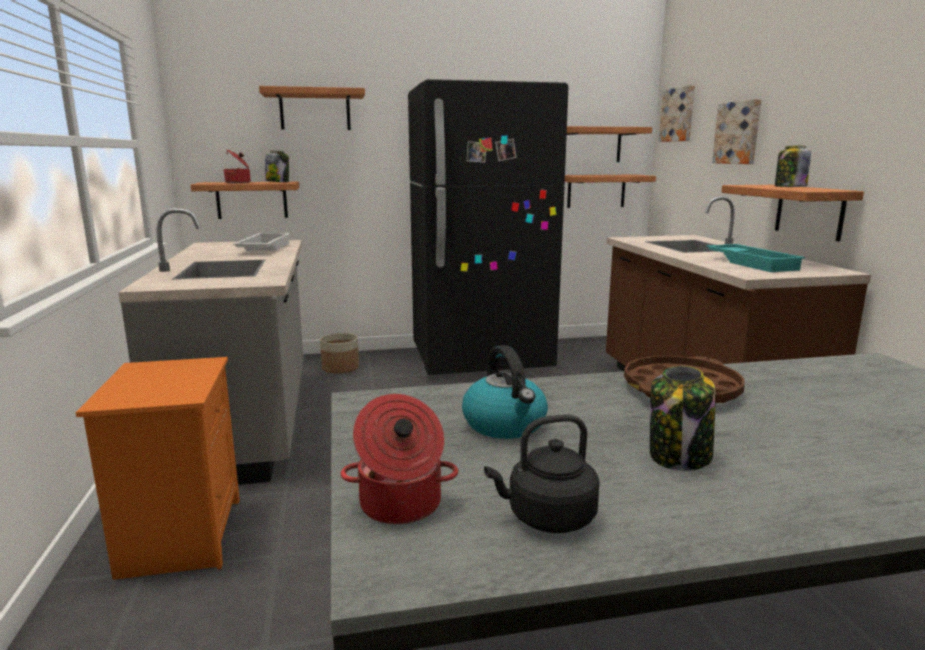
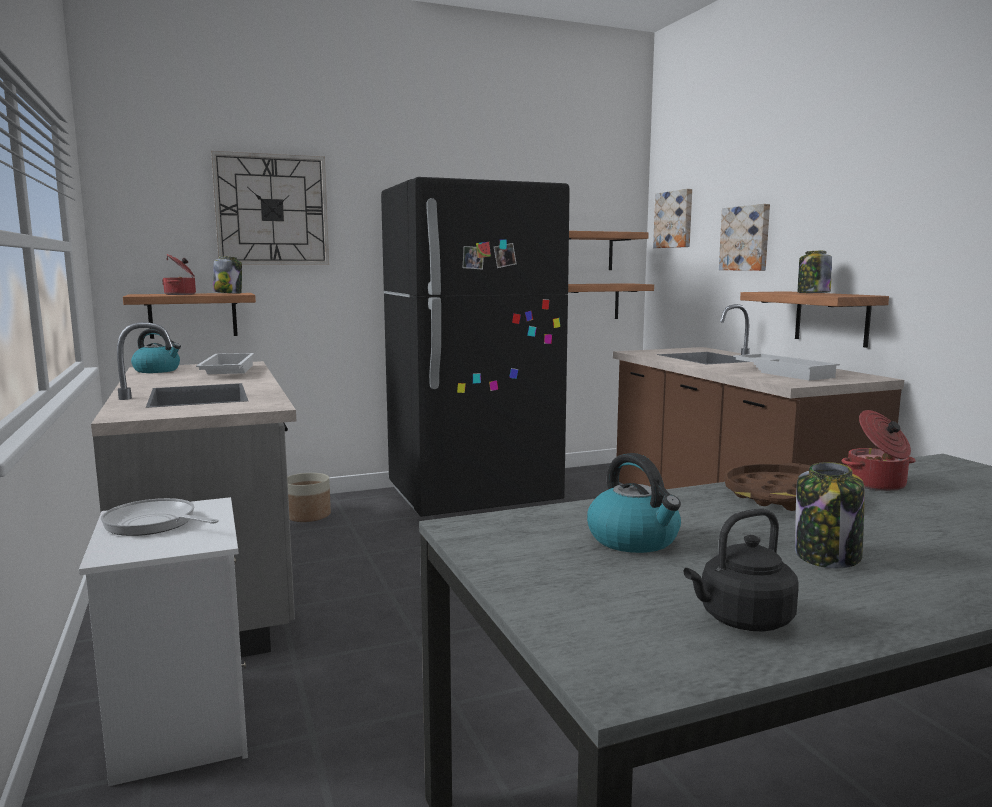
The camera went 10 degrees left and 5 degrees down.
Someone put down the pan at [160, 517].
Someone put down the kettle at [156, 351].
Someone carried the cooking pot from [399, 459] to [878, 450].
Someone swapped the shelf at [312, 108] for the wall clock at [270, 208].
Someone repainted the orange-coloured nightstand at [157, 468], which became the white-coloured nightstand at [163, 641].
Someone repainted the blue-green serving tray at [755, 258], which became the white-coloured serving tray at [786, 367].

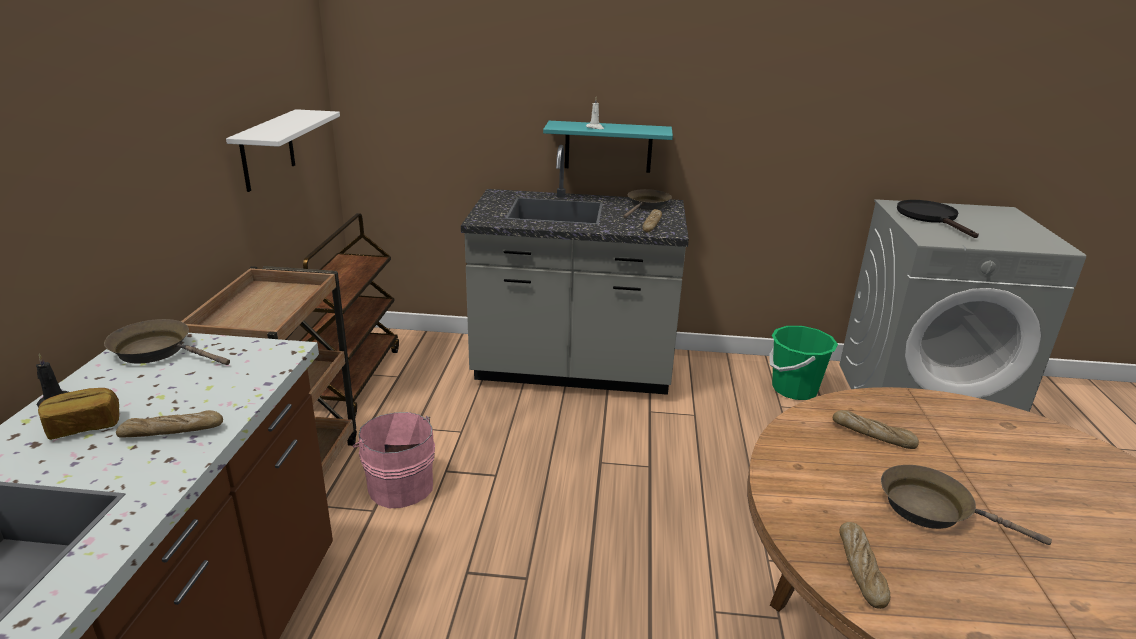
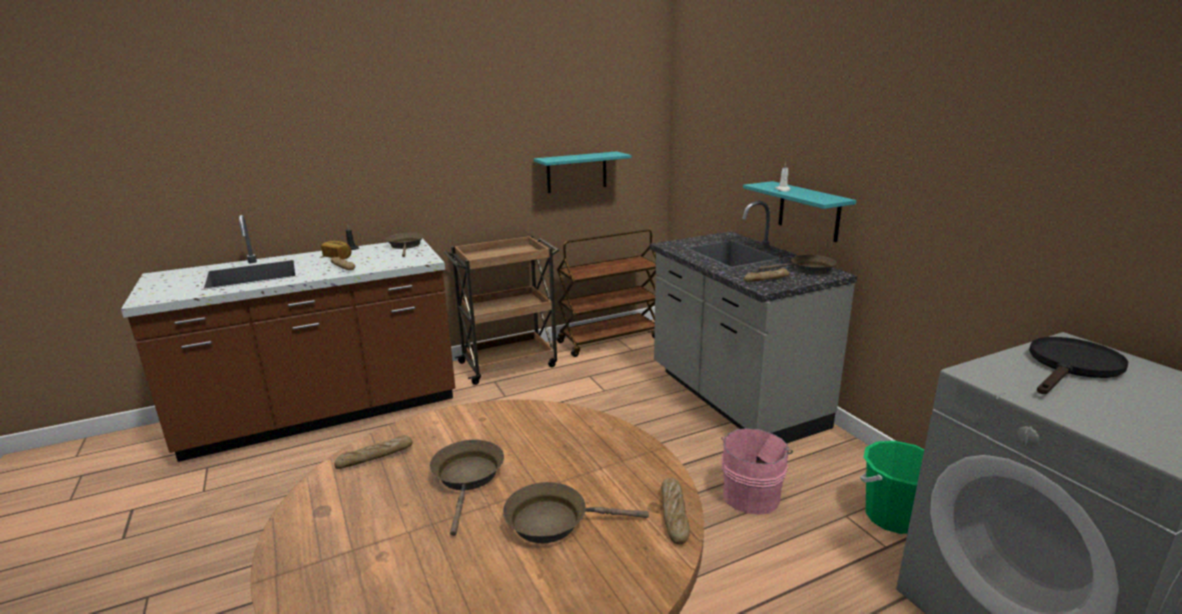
The camera went 60 degrees right and 5 degrees down.
Someone put down the brown-coloured pan at [576, 512].
Someone carried the pinkish water bucket from [393, 460] to [757, 471].
Someone carried the bakery bread from [876, 429] to [675, 511].
Someone repainted the white-coloured shelf at [283, 150], which became the blue-green shelf at [582, 172].

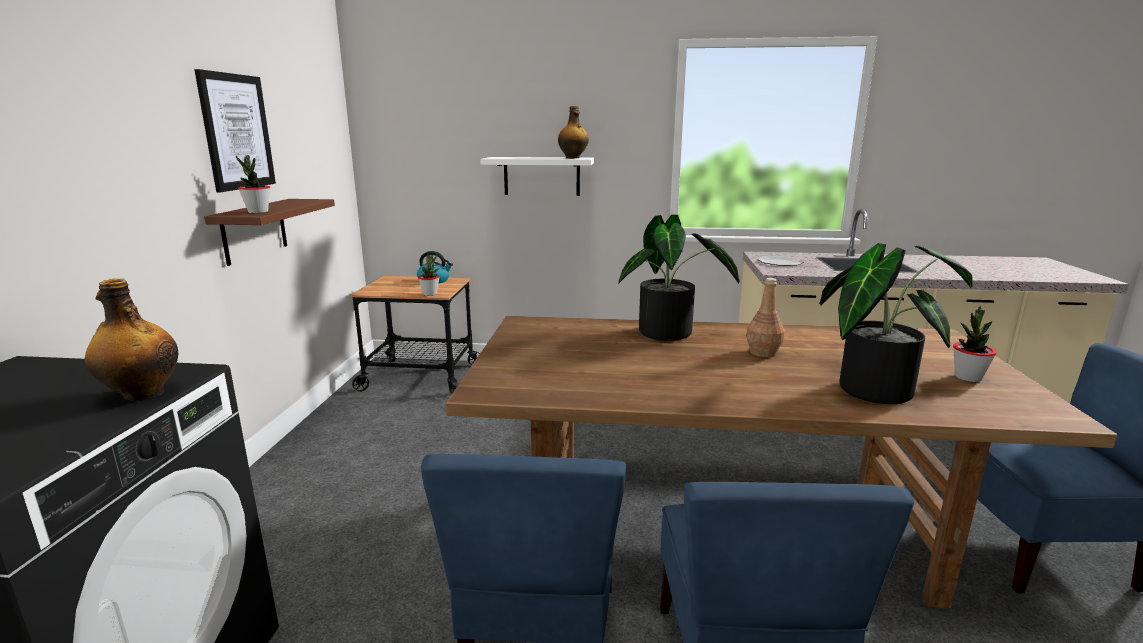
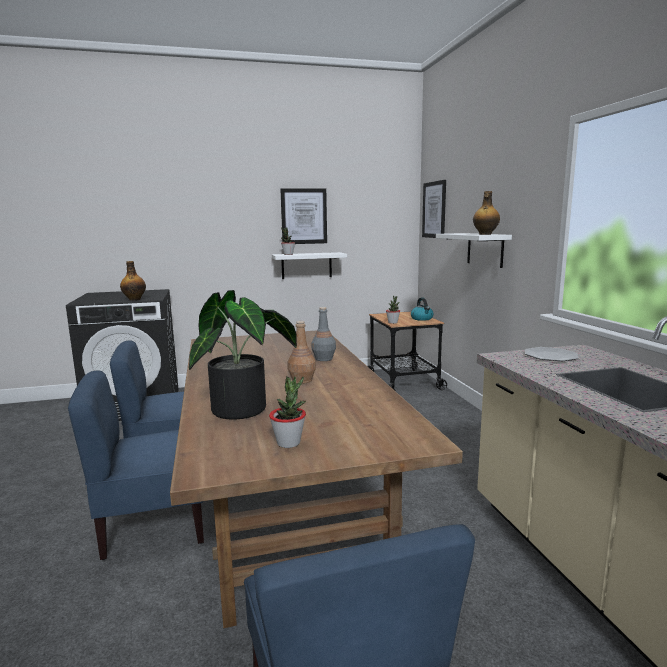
The camera went 70 degrees right and 5 degrees down.
Someone put up the wall art at [434, 209].
Someone swapped the houseplant at [679, 277] for the greyish drink bottle at [323, 334].
Someone repainted the brown-coloured shelf at [269, 232], which became the white-coloured shelf at [309, 265].

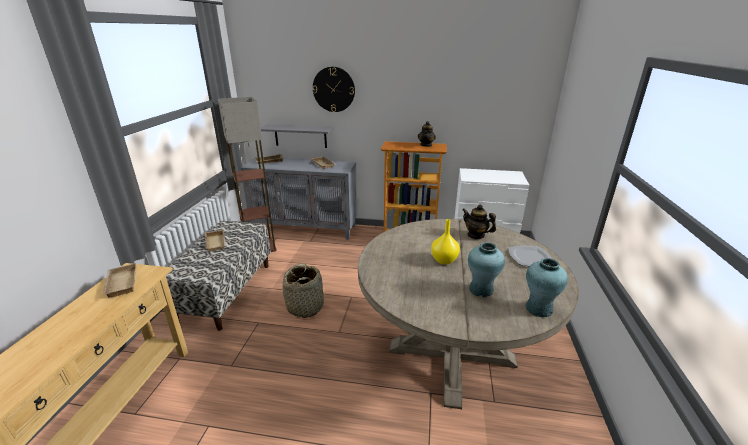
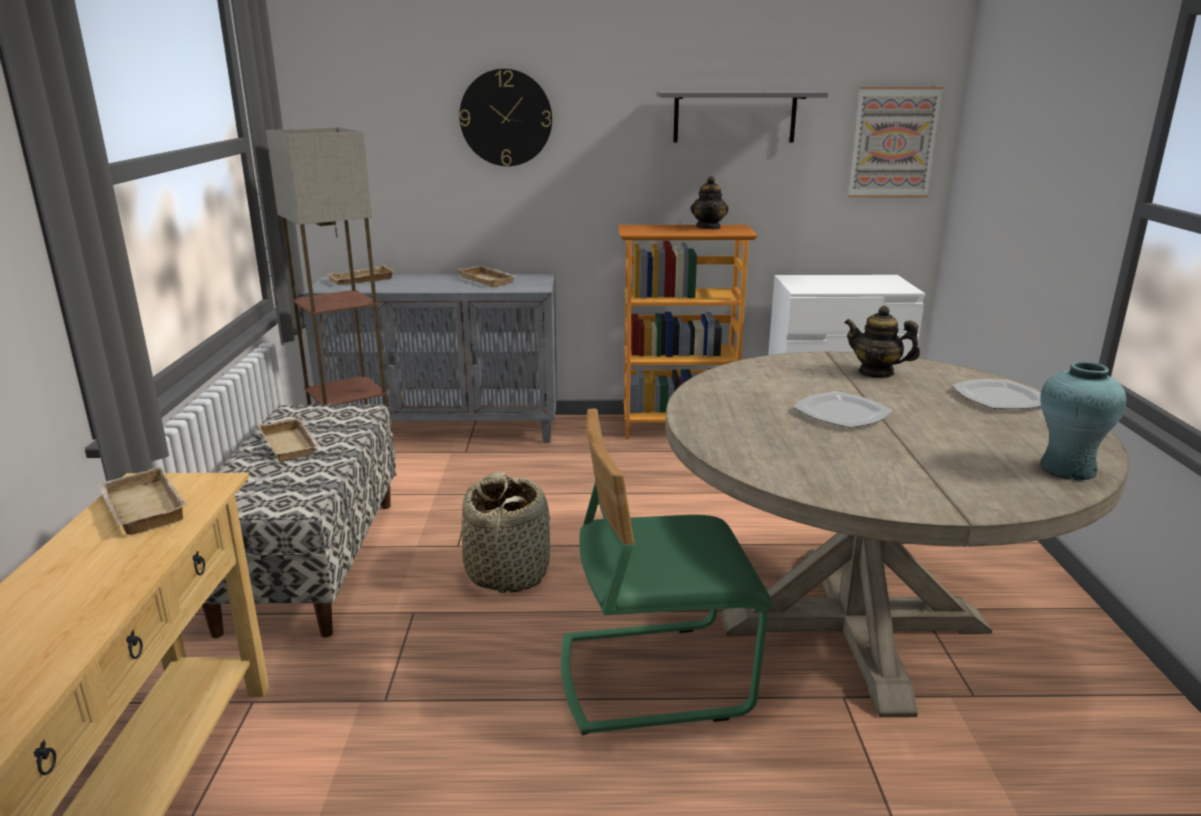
The camera went 10 degrees left and 5 degrees down.
Someone took away the blue-green vase at [486, 269].
Someone put down the green-coloured chair at [666, 571].
Someone put up the wall art at [895, 142].
Someone carried the greyish shelf from [297, 136] to [742, 117].
Someone swapped the yellow vase at [445, 242] for the plate at [842, 409].

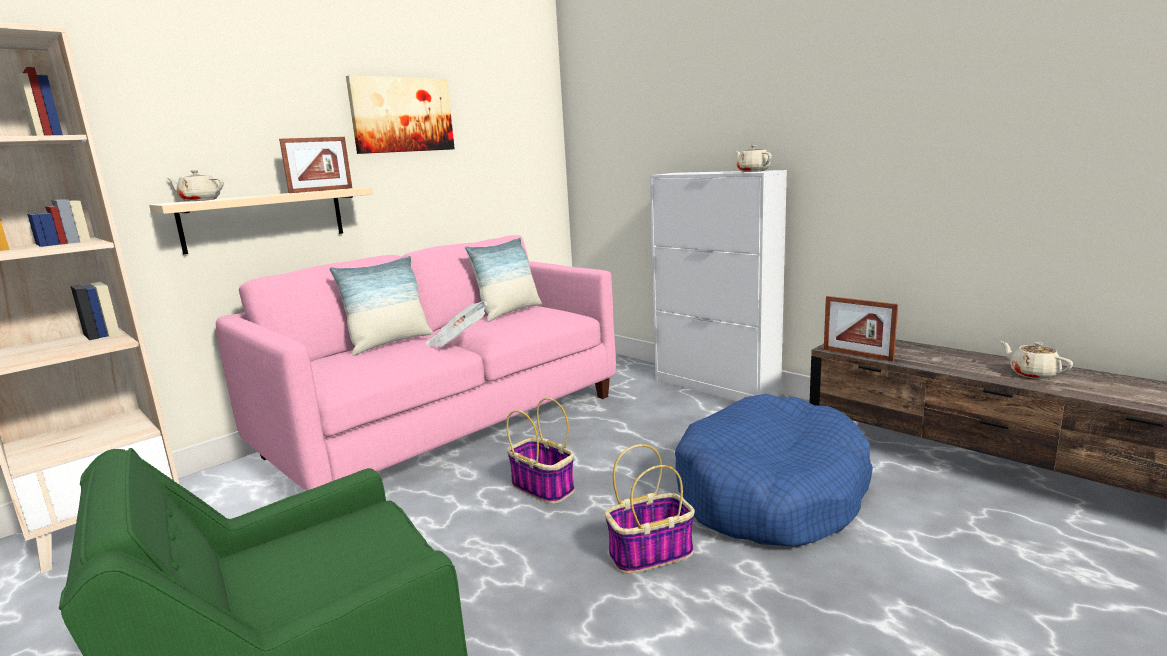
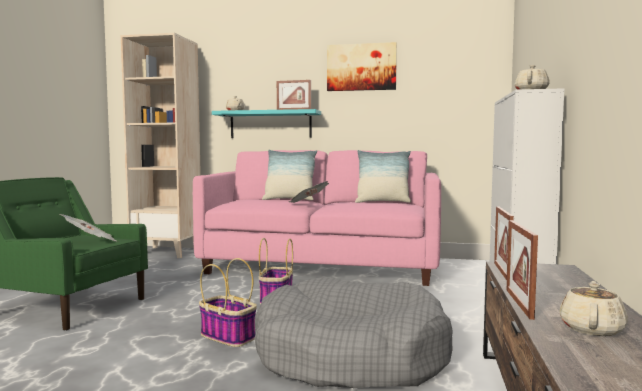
The camera went 55 degrees right and 10 degrees down.
Someone put down the newspaper at [89, 228].
Someone put down the picture frame at [522, 270].
Someone repainted the beige-coloured shelf at [261, 221], which became the blue-green shelf at [266, 123].
Someone repainted the blue-coloured dog cushion at [774, 470], which became the greyish dog cushion at [353, 332].

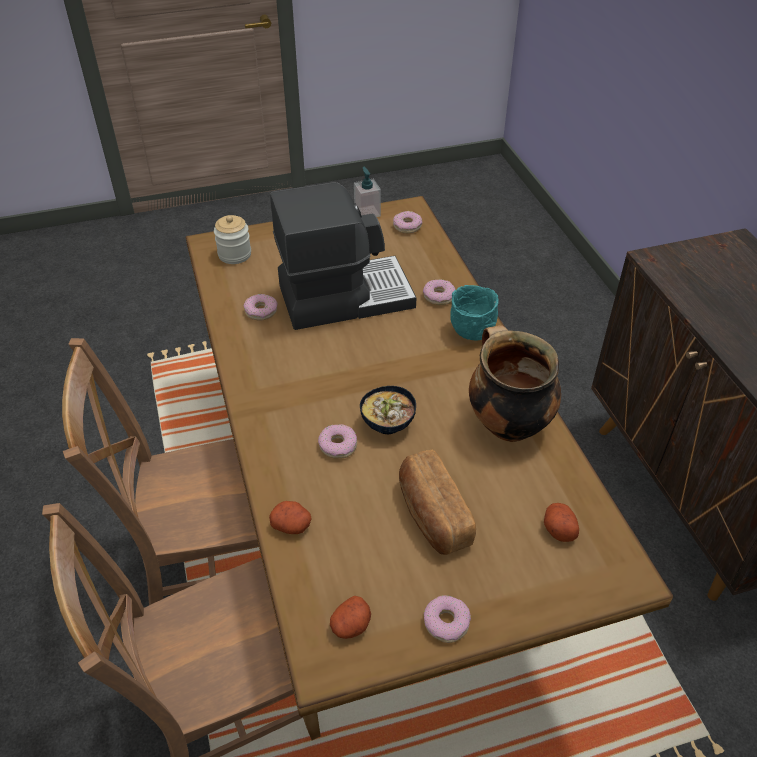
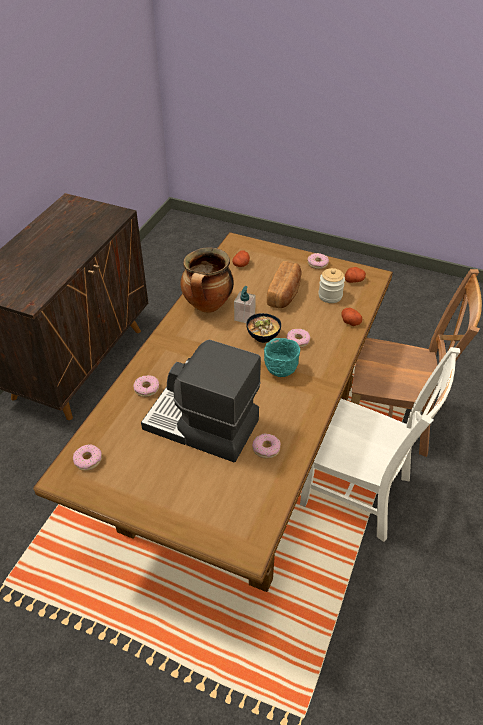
The camera went 140 degrees left and 0 degrees up.
Someone carried the storage jar from [232, 239] to [331, 285].
Someone carried the soap bottle from [367, 192] to [245, 304].
Someone carried the blue-green deep dish from [474, 312] to [282, 357].
Someone repainted the brown-coloured chair at [160, 471], which became the white-coloured chair at [380, 444].

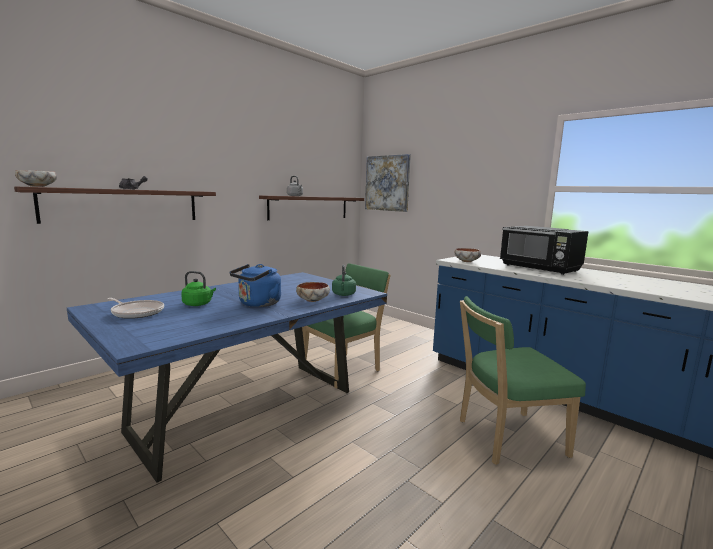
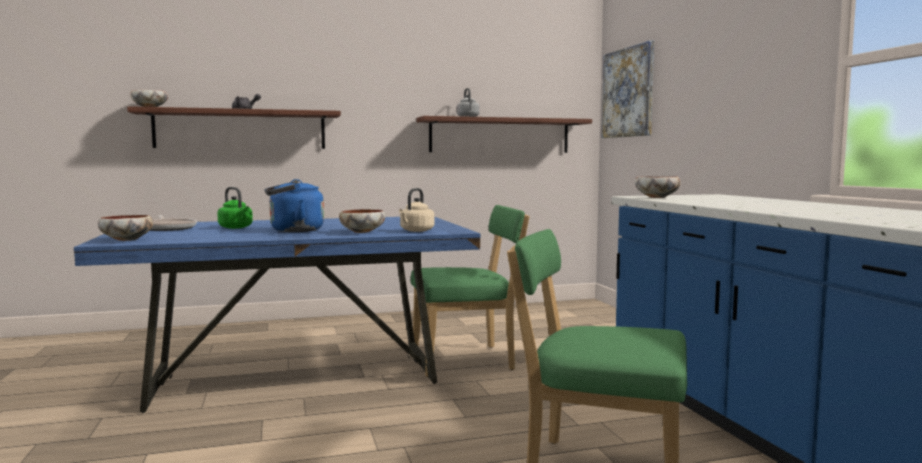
The camera went 30 degrees right and 5 degrees down.
Someone took away the blackish kitchen microwave at [544, 250].
Someone put down the deep dish at [125, 228].
Someone repainted the green-coloured kettle at [344, 280], which became the beige-coloured kettle at [416, 210].

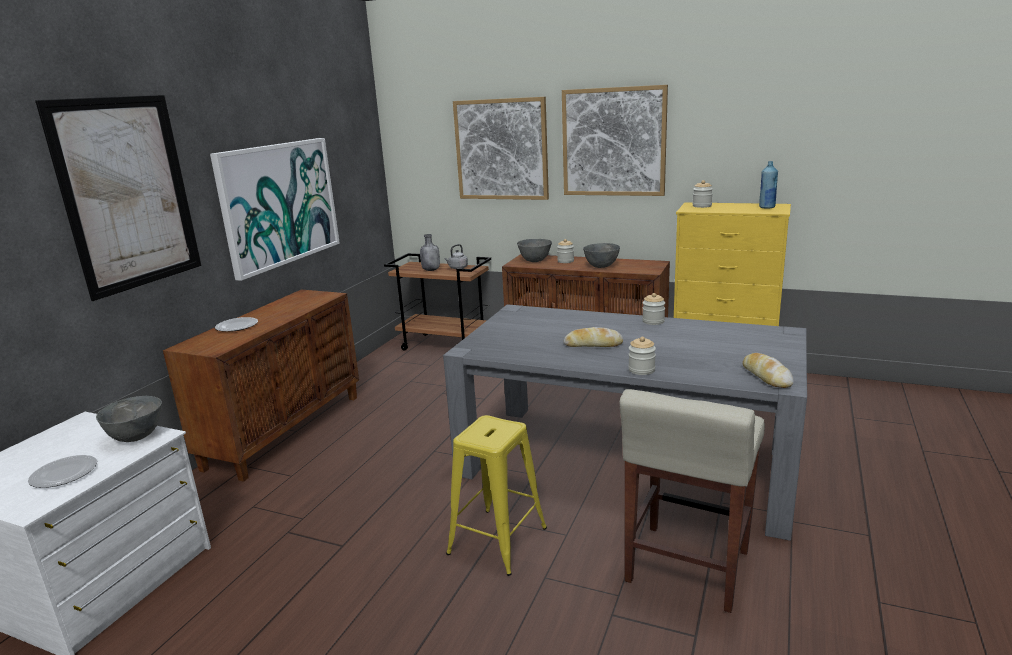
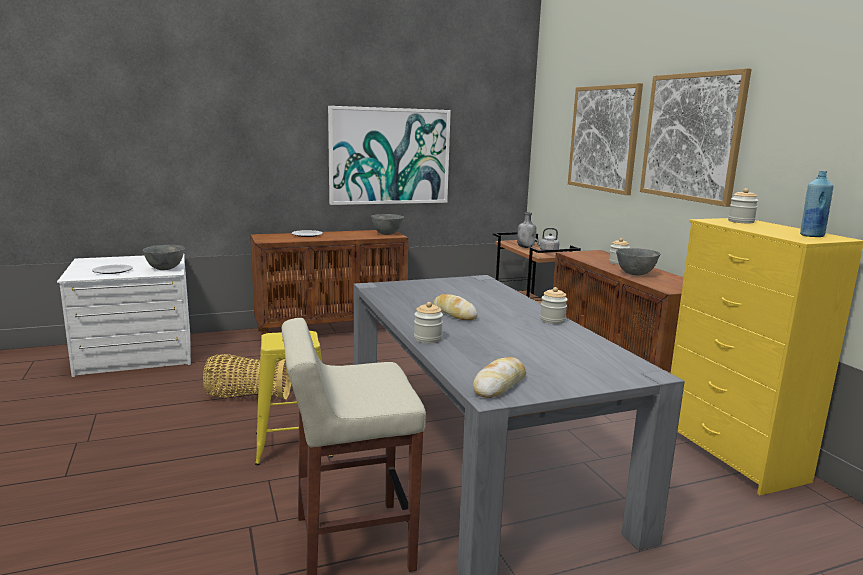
The camera went 45 degrees right and 5 degrees down.
Someone took away the wall art at [118, 198].
Someone put down the storage basket at [247, 376].
Someone carried the greyish deep dish from [534, 250] to [387, 224].

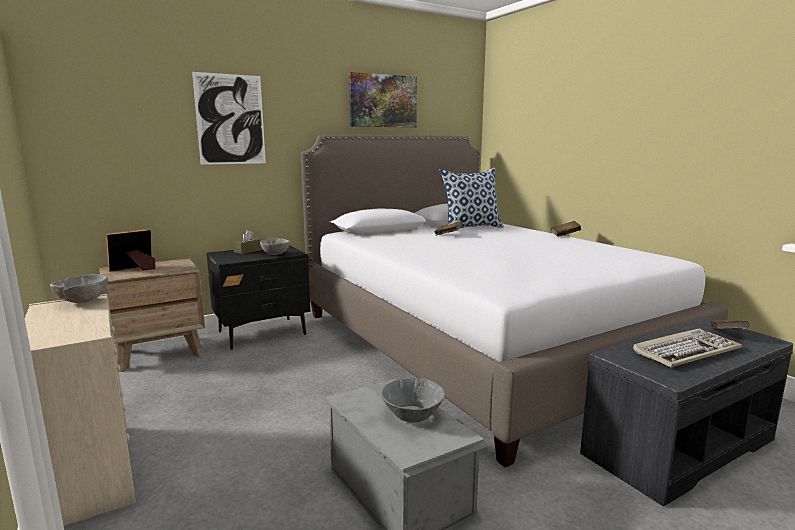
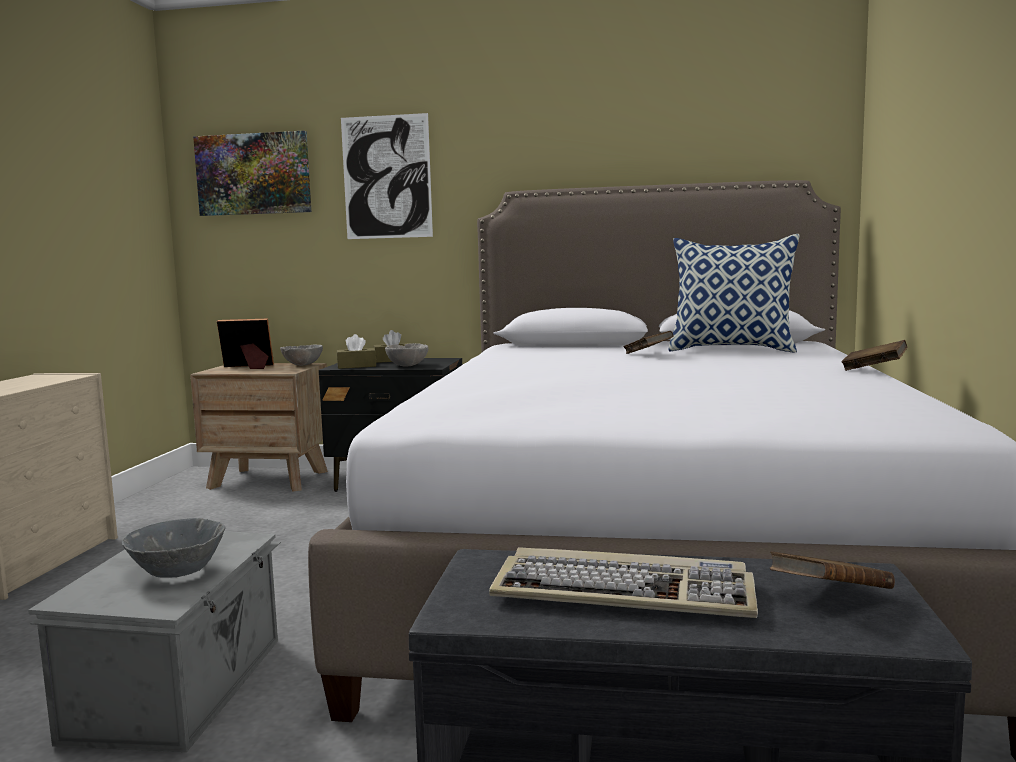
The camera went 40 degrees right and 5 degrees down.
Someone put down the brown-coloured box of tissues at [356, 351].
Someone carried the greyish deep dish from [79, 288] to [301, 355].
Someone carried the wall art from [383, 100] to [252, 173].

